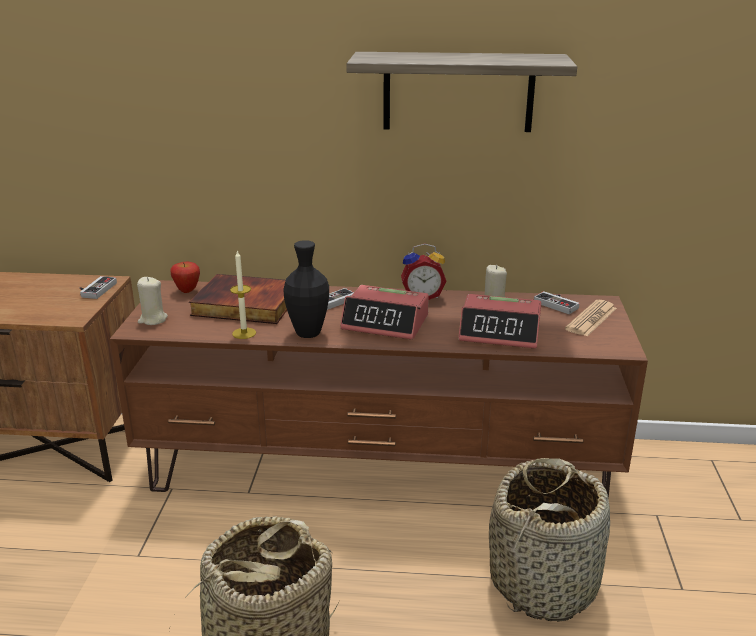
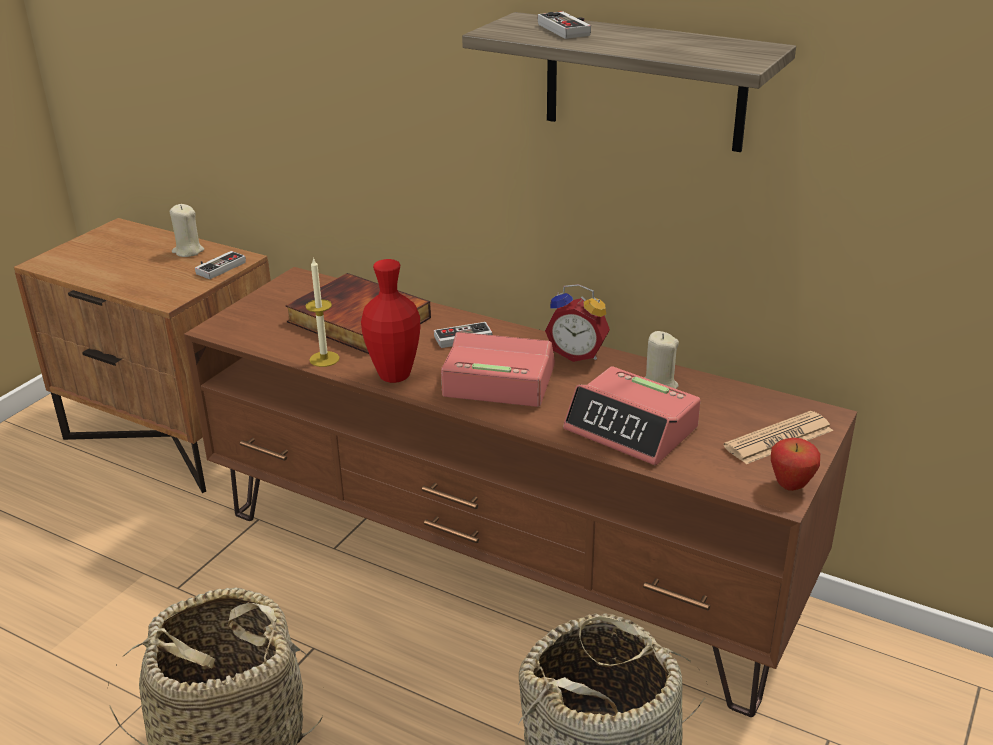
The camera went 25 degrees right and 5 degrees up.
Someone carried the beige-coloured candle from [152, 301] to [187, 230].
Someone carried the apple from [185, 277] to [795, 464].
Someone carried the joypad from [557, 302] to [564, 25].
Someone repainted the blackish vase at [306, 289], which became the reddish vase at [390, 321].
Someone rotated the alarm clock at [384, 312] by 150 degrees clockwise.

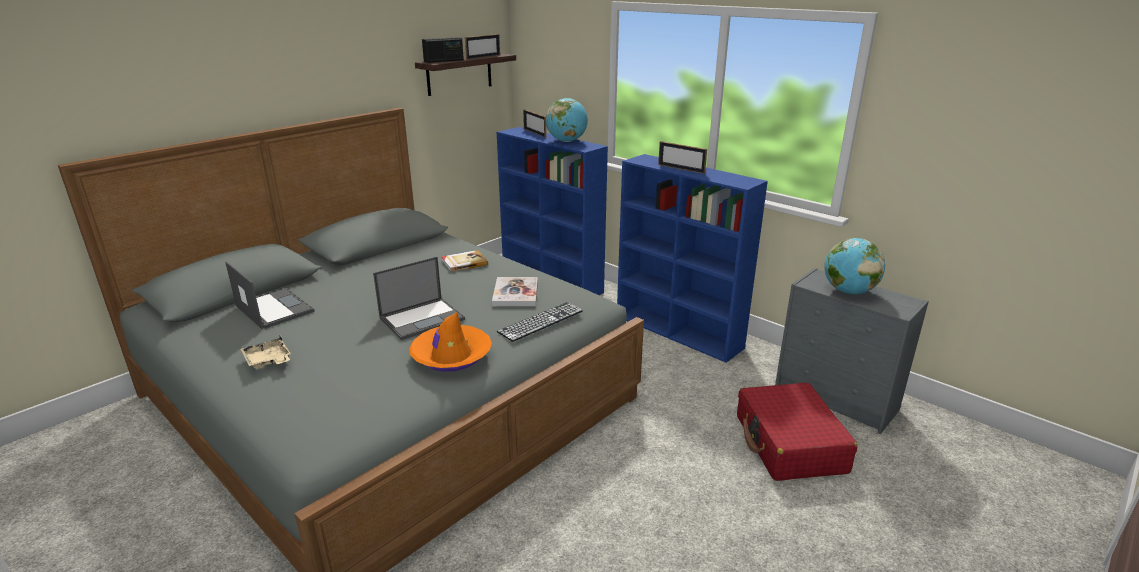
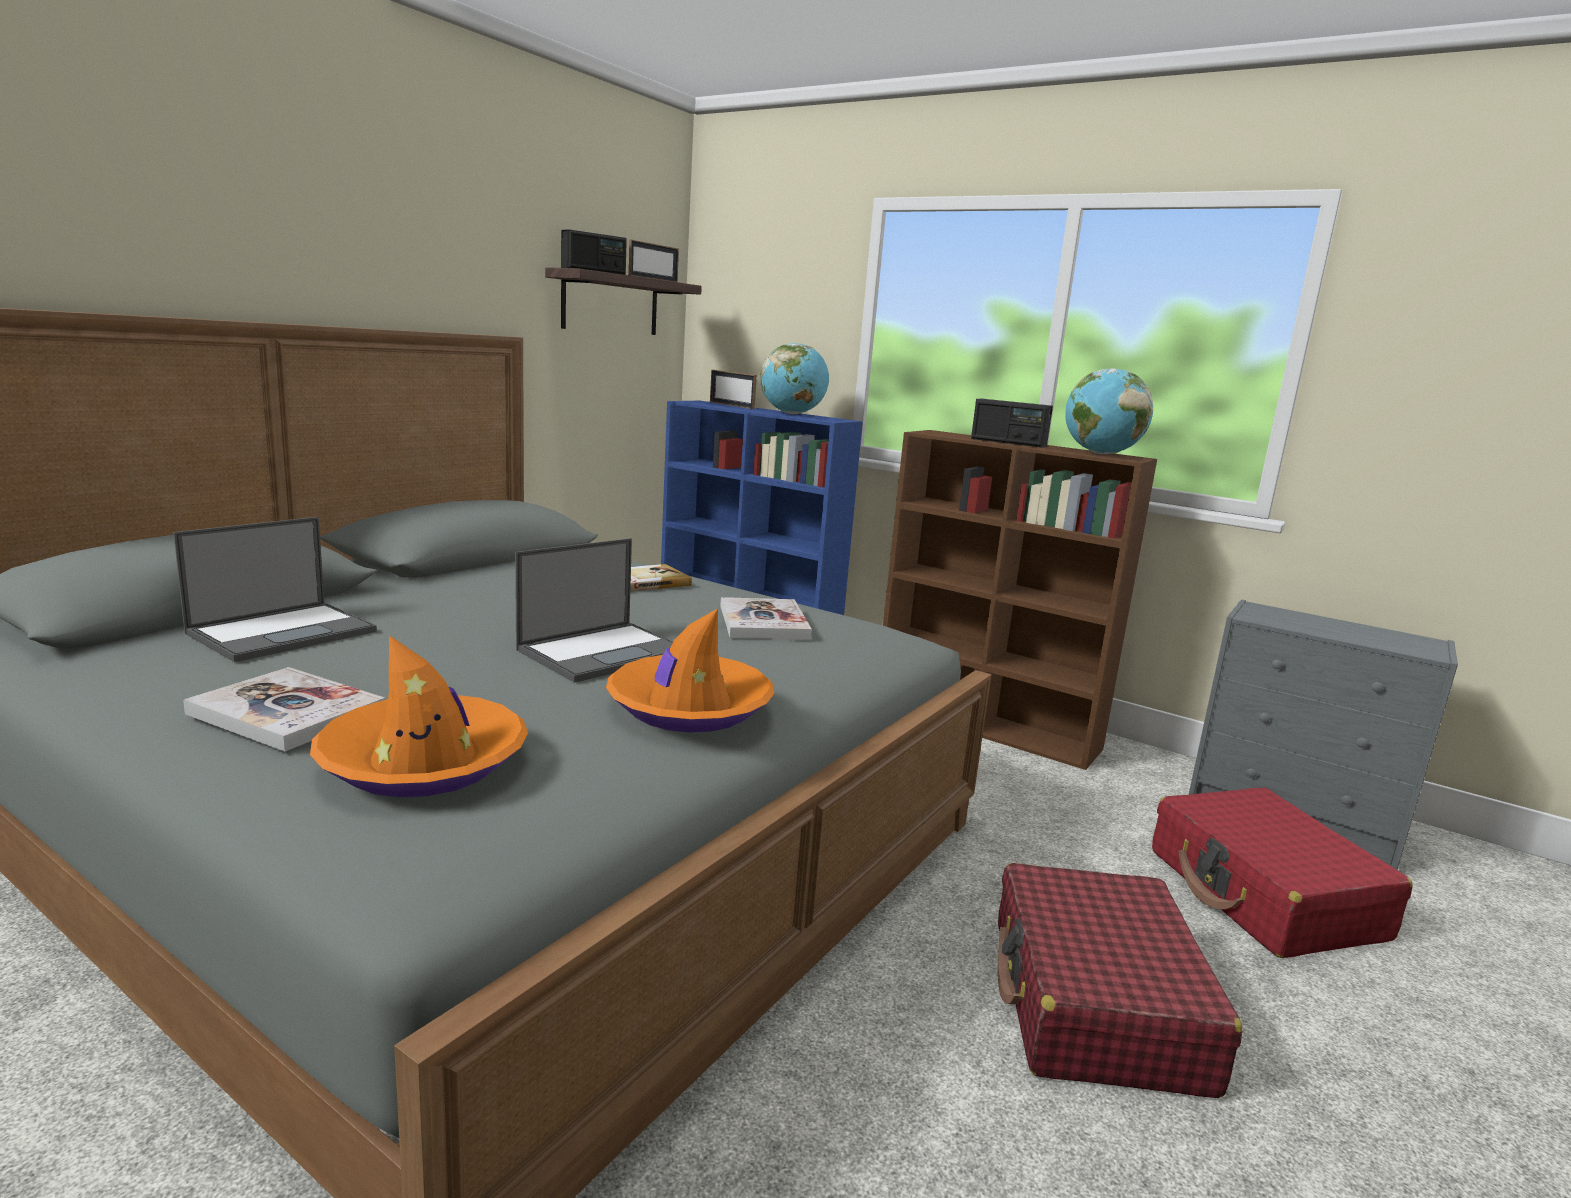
The camera went 10 degrees left and 10 degrees down.
Someone took away the computer keyboard at [540, 322].
Someone put down the orange-coloured clothing hat at [419, 716].
Someone put down the reddish piece of luggage at [1120, 980].
Someone carried the world globe from [854, 266] to [1109, 411].
Someone swapped the beige-coloured serving tray at [265, 352] for the book at [284, 709].
Someone swapped the picture frame at [682, 157] for the radio set at [1012, 423].
Someone repainted the blue-coloured shelving unit at [692, 258], which became the brown-coloured shelving unit at [1020, 600].
Someone rotated the portable computer at [270, 296] by 90 degrees clockwise.

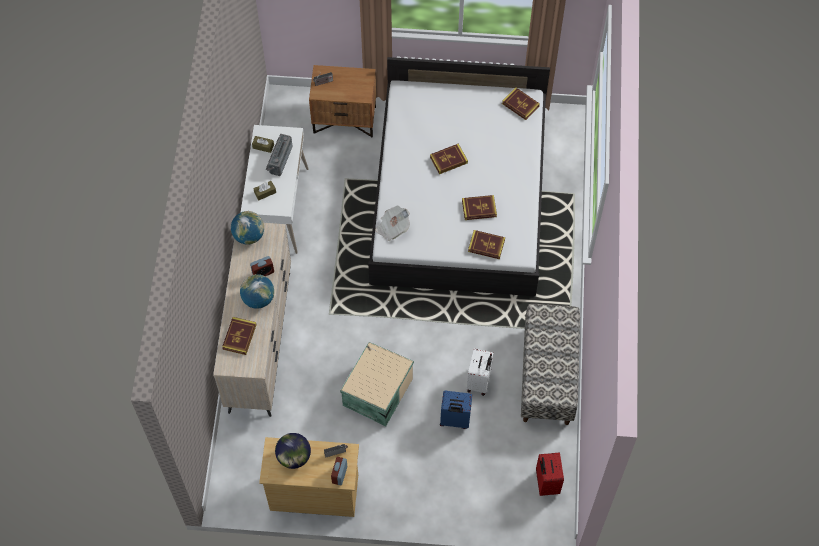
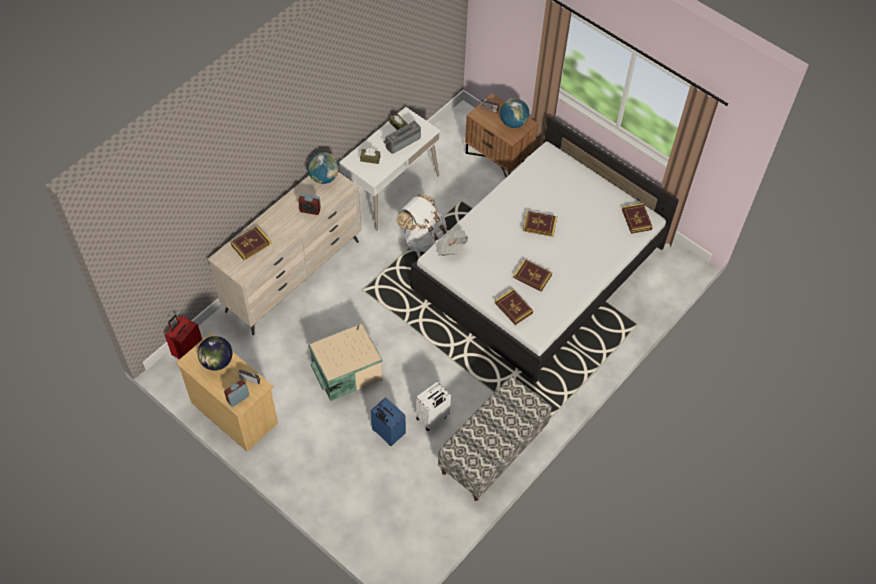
The camera went 35 degrees right and 5 degrees down.
Someone put down the white-coloured rucksack at [422, 223].
Someone carried the world globe from [257, 291] to [514, 113].
Someone carried the reddish piece of luggage from [550, 474] to [183, 337].

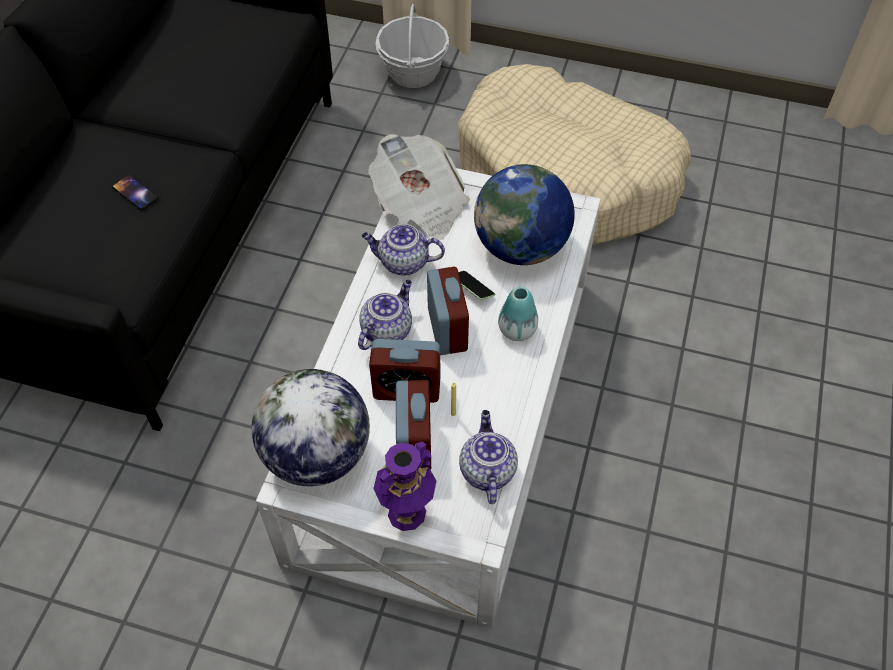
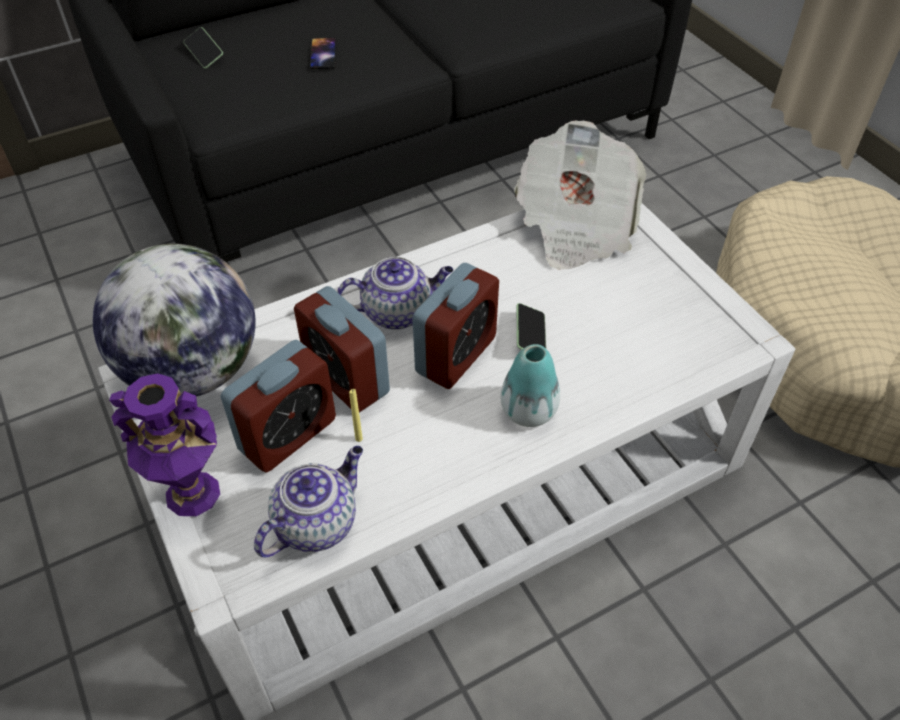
The camera went 45 degrees right and 5 degrees down.
Someone took away the pot for tea at [403, 250].
Someone took away the storage basket at [412, 46].
Someone took away the world globe at [524, 214].
Someone put down the telephone at [203, 48].

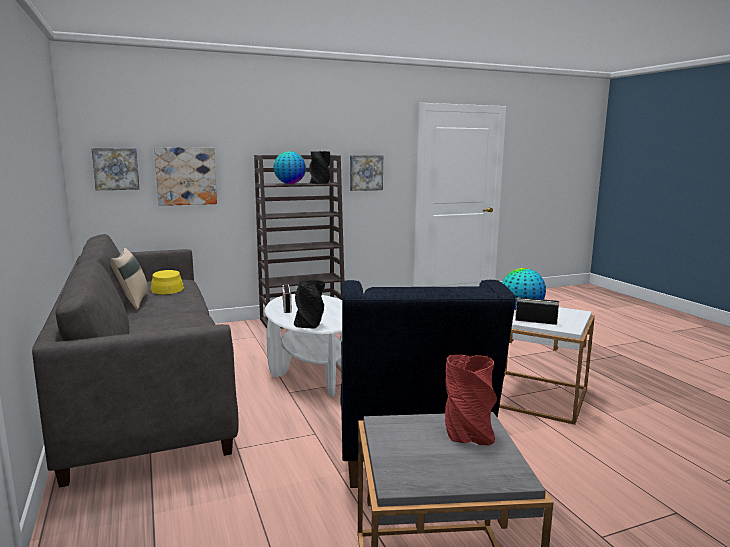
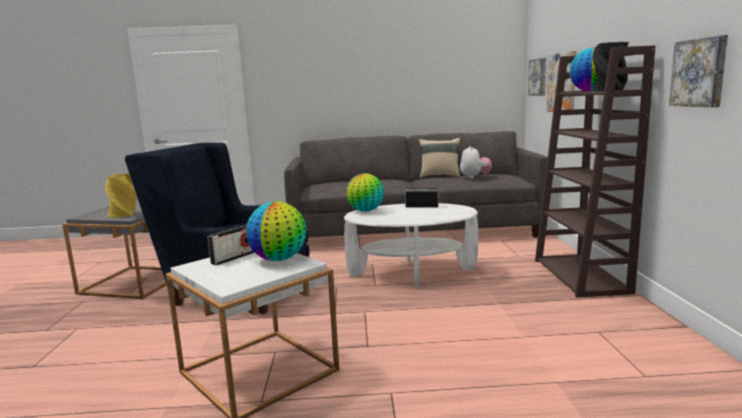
The camera went 110 degrees right and 0 degrees up.
Someone swapped the yellow clothing hat at [167, 282] for the cuddly toy at [476, 162].
Someone swapped the blackish vase at [309, 304] for the world globe at [365, 192].
Someone repainted the reddish vase at [471, 400], which became the yellow vase at [121, 196].

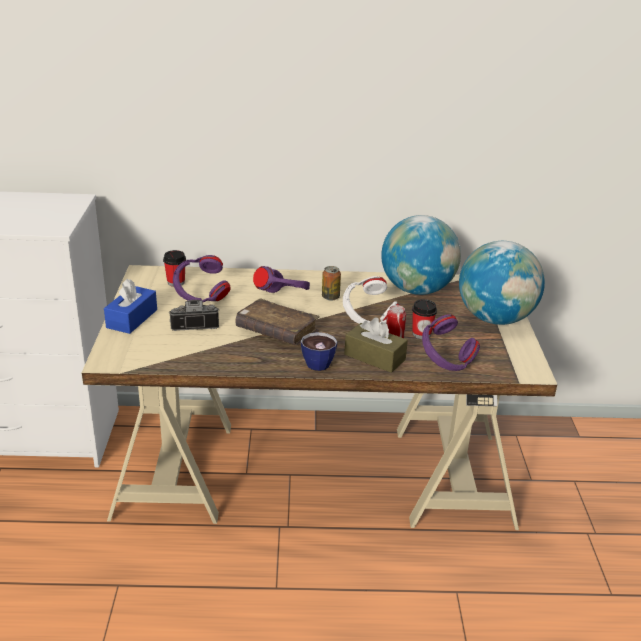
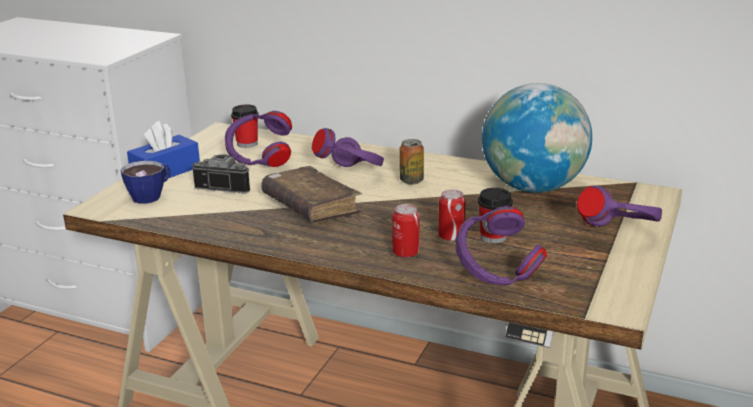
The camera went 25 degrees right and 5 degrees down.
Someone took away the white-coloured pair of headphones at [371, 300].
Someone carried the cup from [319, 351] to [145, 182].
Someone swapped the brown-coloured box of tissues at [376, 345] for the metal can at [406, 231].
Someone swapped the world globe at [502, 283] for the purple pair of headphones at [619, 205].

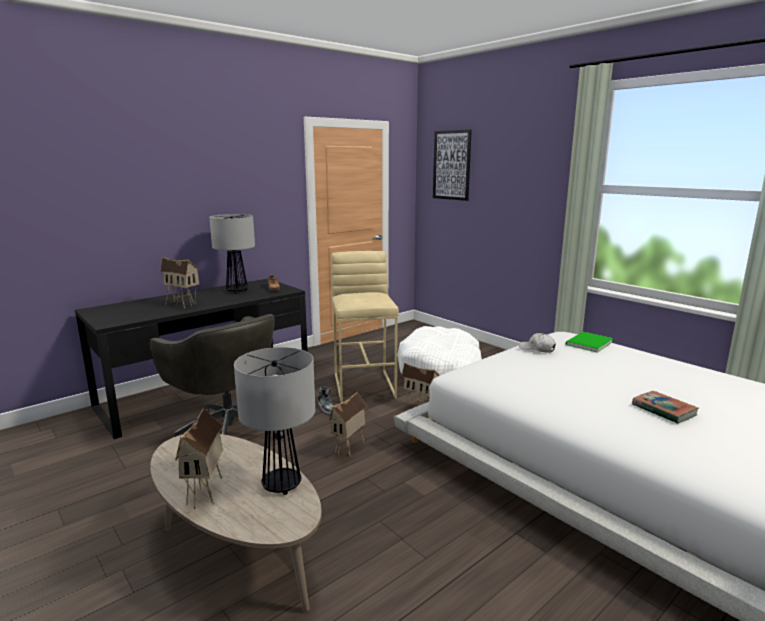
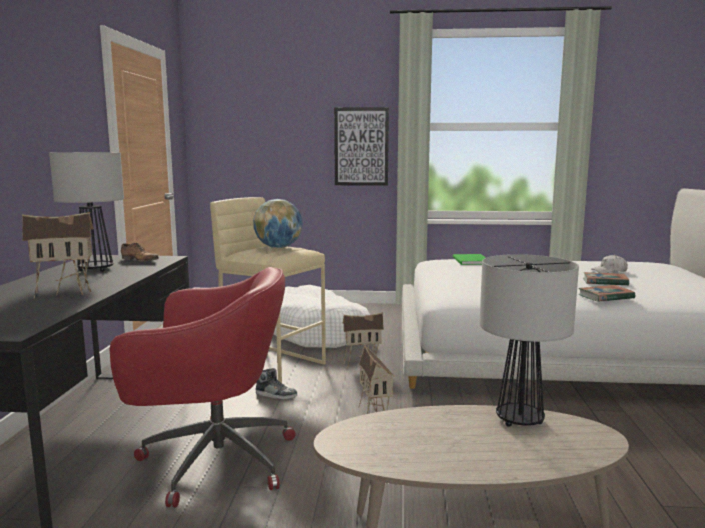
The camera went 45 degrees left and 5 degrees down.
Someone took away the toy house at [199, 458].
Someone put down the world globe at [277, 223].
Someone put down the book at [607, 293].
Someone carried the wall art from [452, 165] to [361, 146].
Someone carried the white-coloured cap from [537, 343] to [609, 264].
Someone repainted the greyish office chair at [216, 377], which became the reddish office chair at [203, 387].

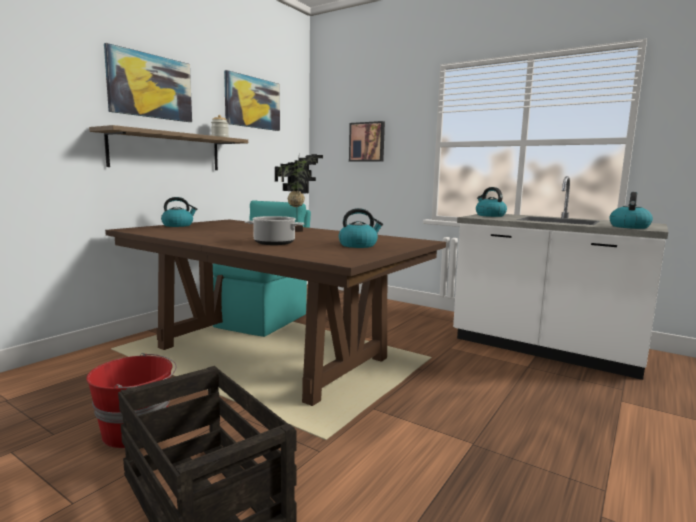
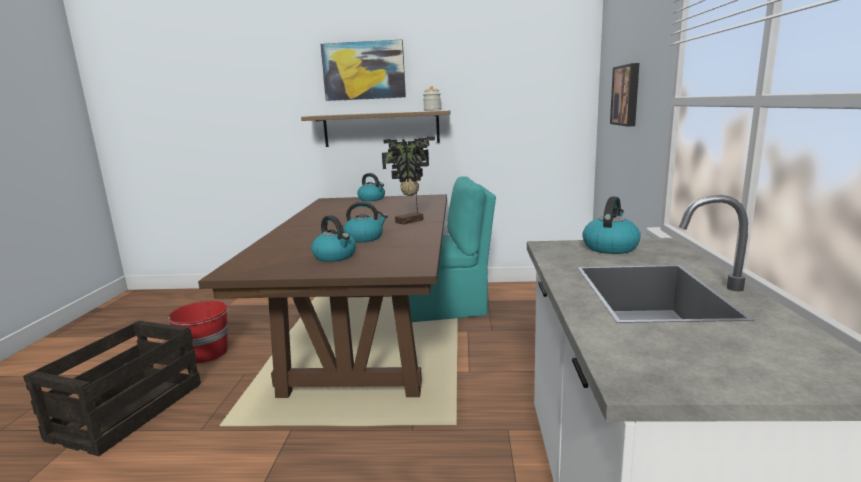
The camera went 60 degrees right and 5 degrees up.
Someone took away the wall art at [252, 100].
Someone took away the cooking pot at [274, 230].
Someone carried the kettle from [631, 210] to [365, 222].

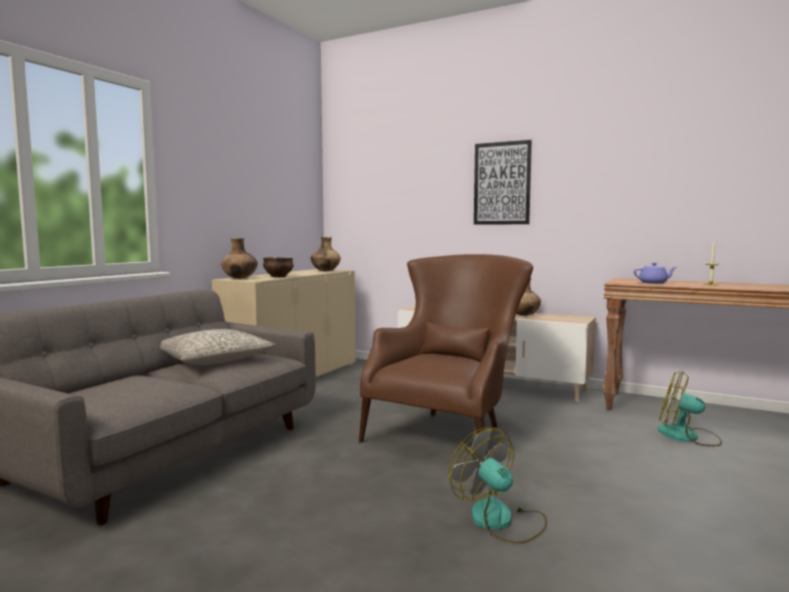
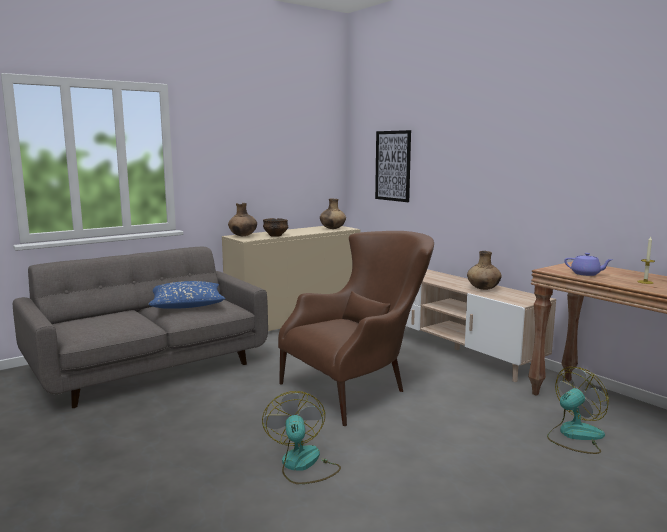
The camera went 25 degrees right and 5 degrees up.
Someone carried the wall art from [503, 182] to [393, 166].
Someone repainted the greyish cushion at [218, 347], which became the blue-coloured cushion at [186, 295].
Someone rotated the fan at [690, 408] by 90 degrees clockwise.

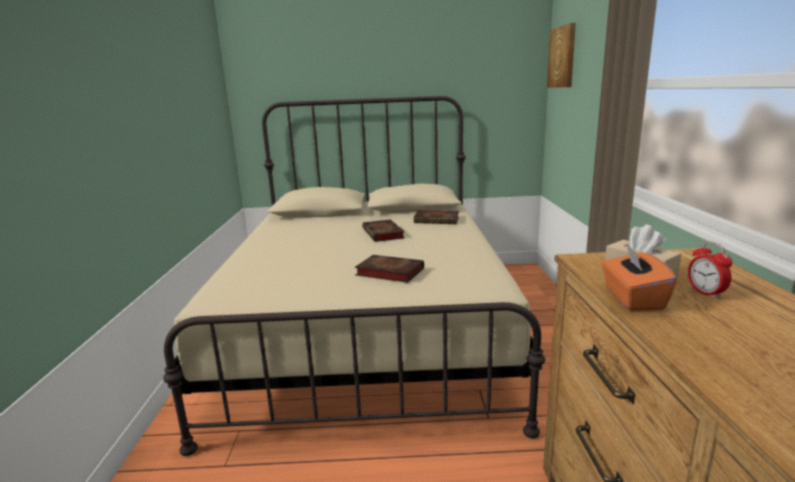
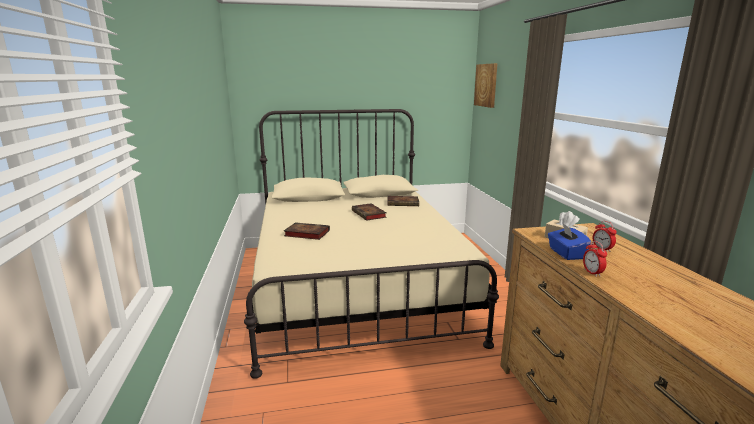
The camera went 10 degrees left and 0 degrees up.
Someone put down the alarm clock at [595, 259].
Someone carried the book from [389, 269] to [307, 231].
Someone repainted the orange-coloured box of tissues at [639, 277], which became the blue-coloured box of tissues at [569, 242].

